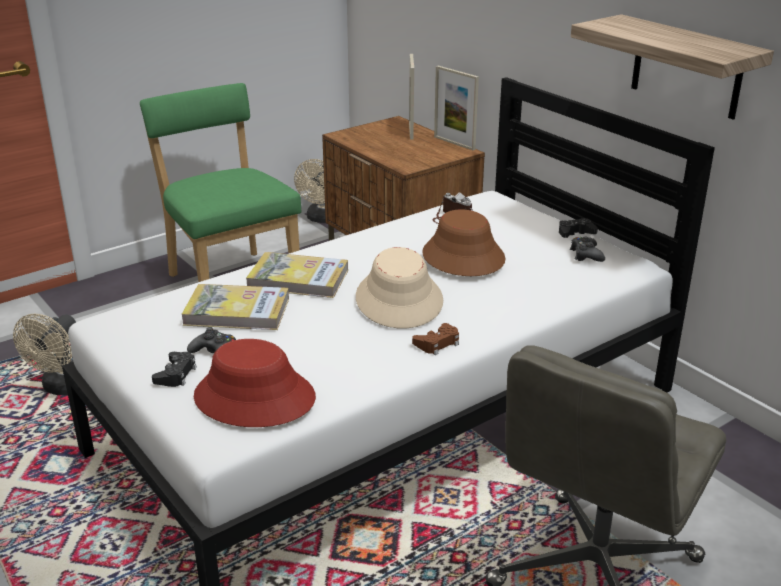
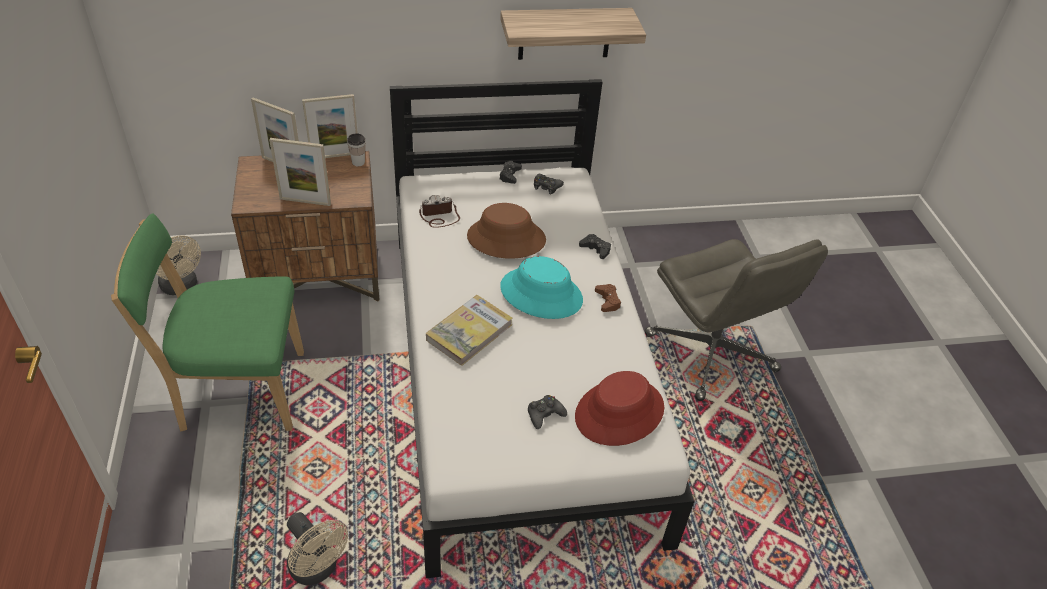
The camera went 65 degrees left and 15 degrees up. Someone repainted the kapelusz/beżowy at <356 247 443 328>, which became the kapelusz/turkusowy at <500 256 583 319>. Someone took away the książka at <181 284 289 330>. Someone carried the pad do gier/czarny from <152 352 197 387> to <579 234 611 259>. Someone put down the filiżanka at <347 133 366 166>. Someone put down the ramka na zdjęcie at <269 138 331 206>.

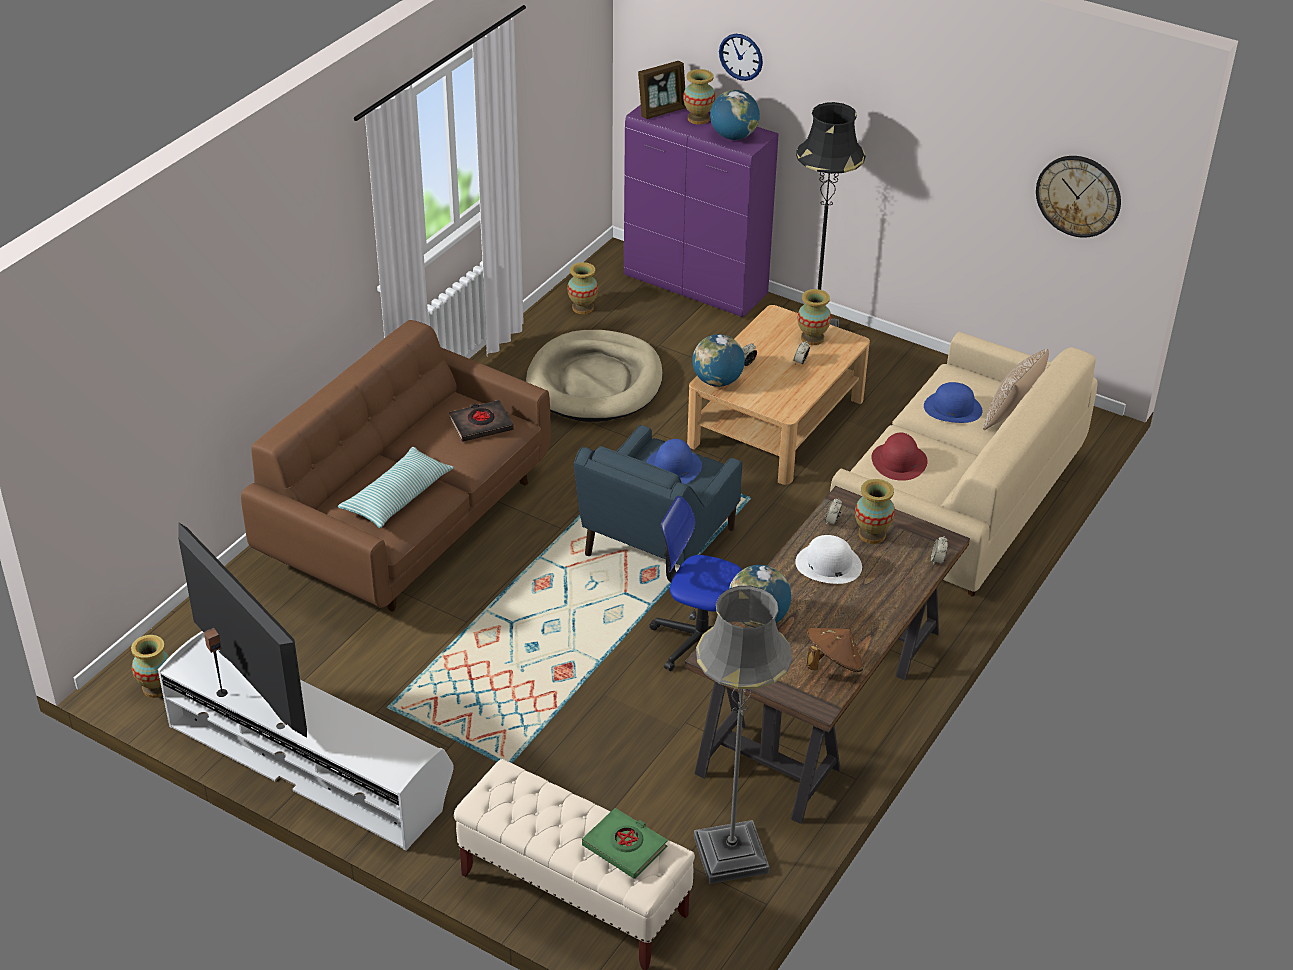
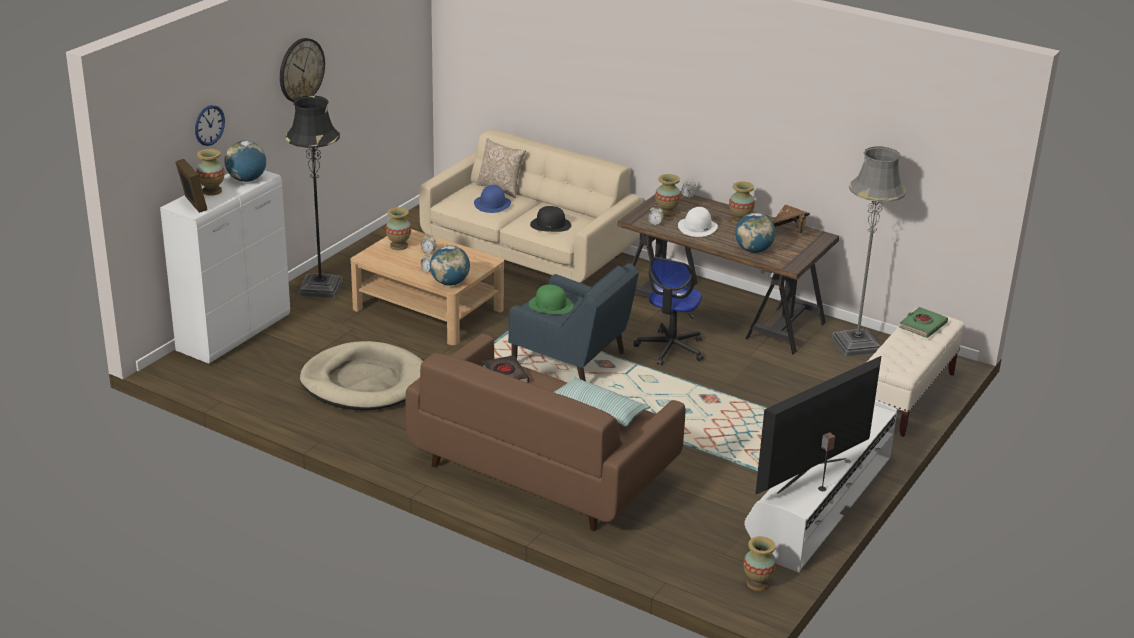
The camera went 90 degrees left and 10 degrees down. Someone repainted the szafka/fioletowy at <624 105 779 317>, which became the szafka/biały at <160 170 290 364>. Someone carried the zegar ścienny from <1036 156 1121 238> to <280 38 325 102>. Someone carried the wazon from <567 262 598 314> to <729 182 755 224>. Someone repainted the kapelusz/czerwony at <872 433 928 481>, which became the kapelusz/czarny at <530 206 571 232>. Someone repainted the kapelusz/niebieski at <646 439 702 484>, which became the kapelusz/zielony at <529 285 573 314>.

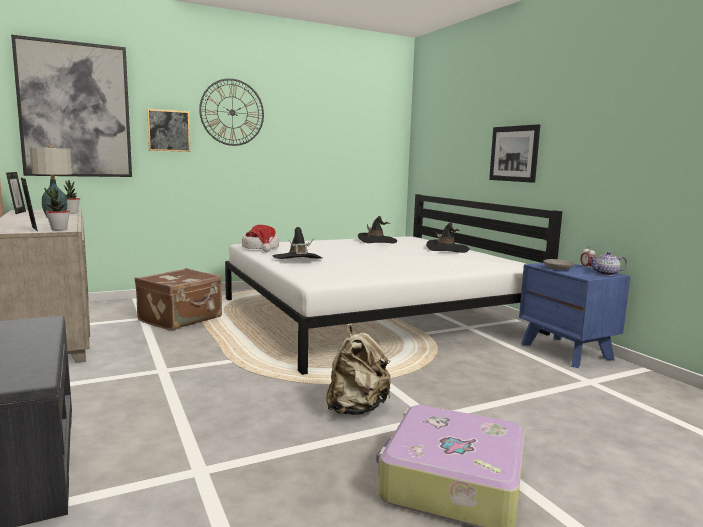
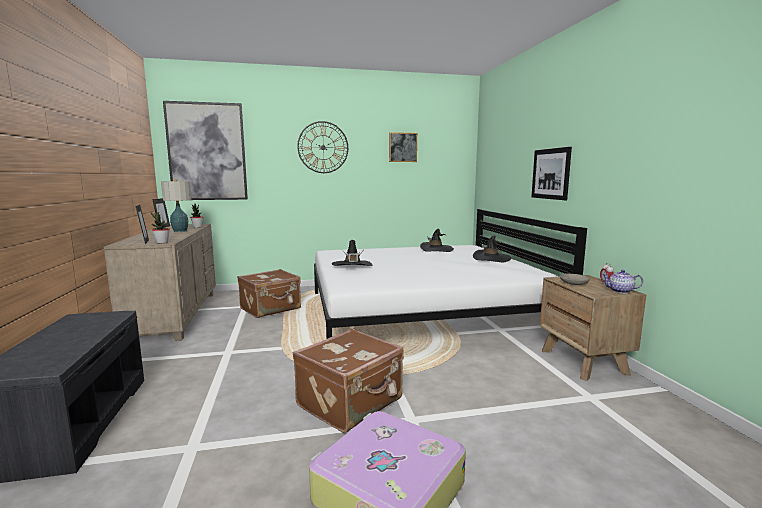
The camera went 15 degrees right and 0 degrees up. Someone carried the obraz from <147 109 190 152> to <389 132 417 162>. Someone took away the kapelusz at <242 225 279 252>. Someone repainted the szafka nocna/niebieski at <519 263 631 368>, which became the szafka nocna/brązowy at <540 275 646 381>. Someone swapped the plecak/beżowy at <326 325 391 415> for the walizka/brązowy at <293 329 404 433>.

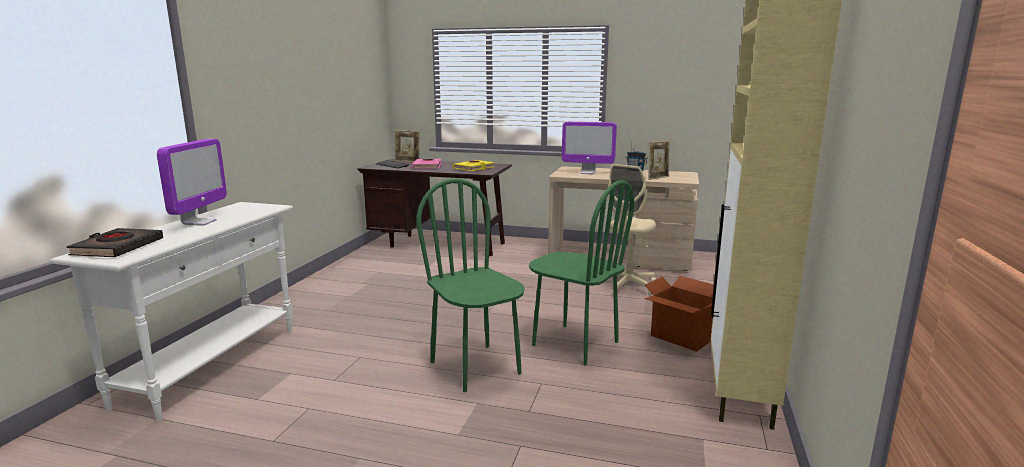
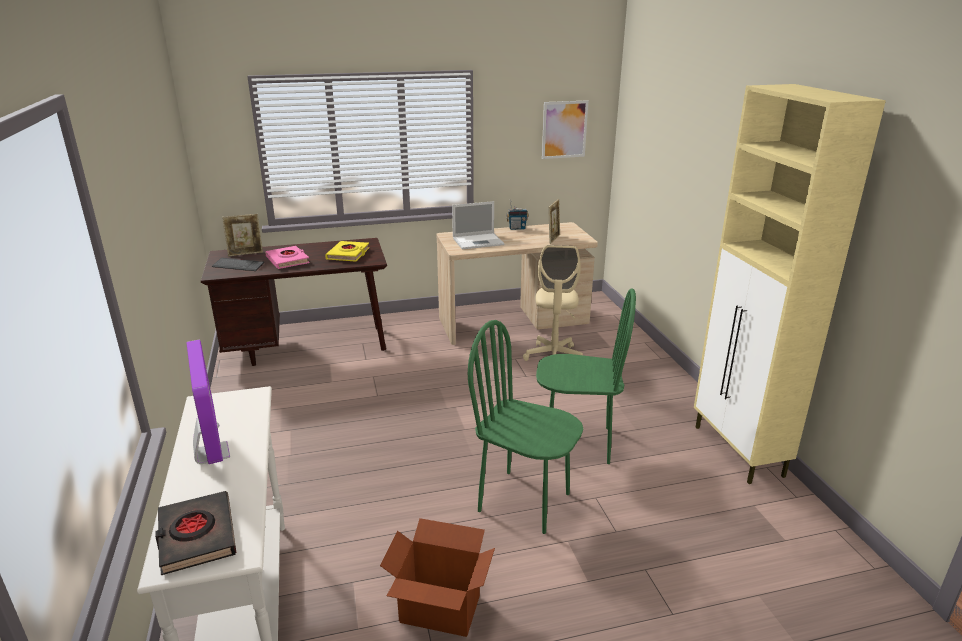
The camera went 30 degrees left and 10 degrees up. Someone swapped the monitor at <562 122 617 174> for the laptop at <452 201 505 250>. Someone carried the karton from <644 276 714 352> to <380 518 495 637>. Someone put up the obraz at <542 100 588 159>.

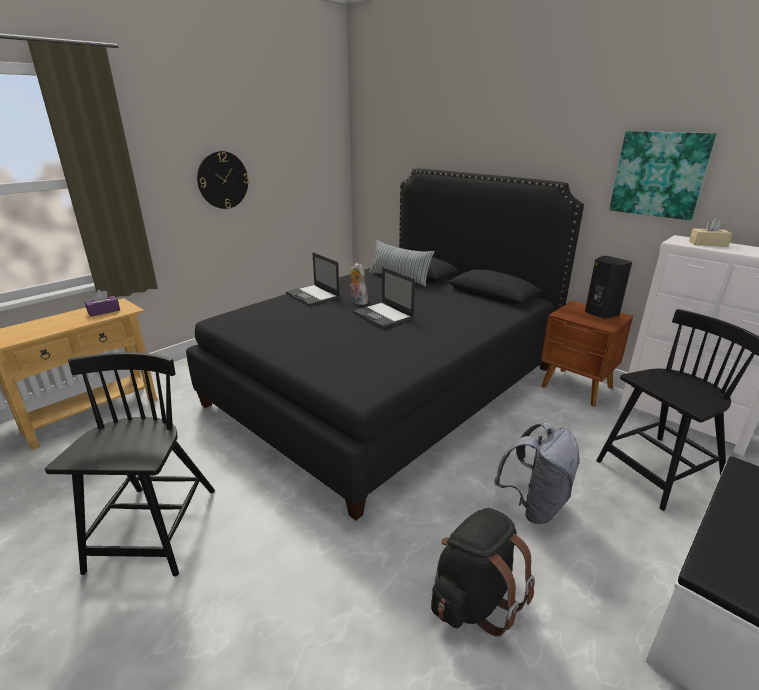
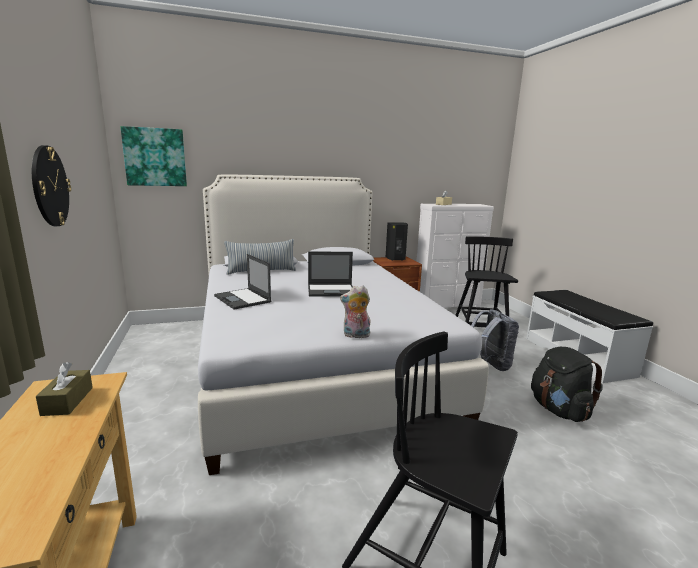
The camera went 60 degrees left and 10 degrees down. Someone carried the obraz from <609 131 716 220> to <120 126 187 186>. Someone repainted the łóżko/czarny at <186 169 584 521>, which became the łóżko/biały at <198 175 489 475>. Someone rotated the laptop at <286 252 340 306> by 60 degrees clockwise. Someone carried the pluszak from <350 263 368 305> to <340 286 371 338>. Someone repainted the pudełko chusteczek/fioletowy at <85 290 120 317>, which became the pudełko chusteczek/brązowy at <36 362 93 416>.

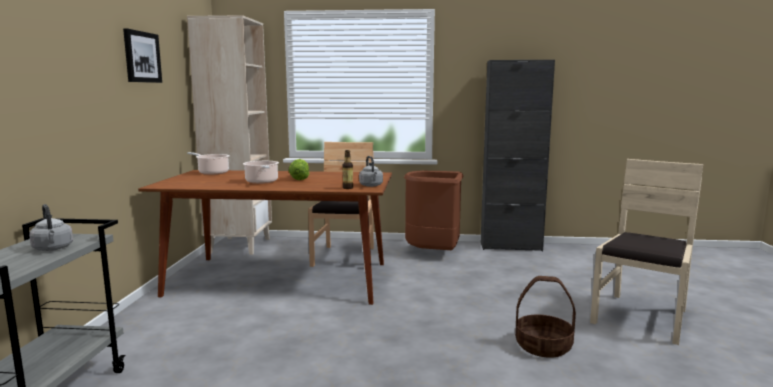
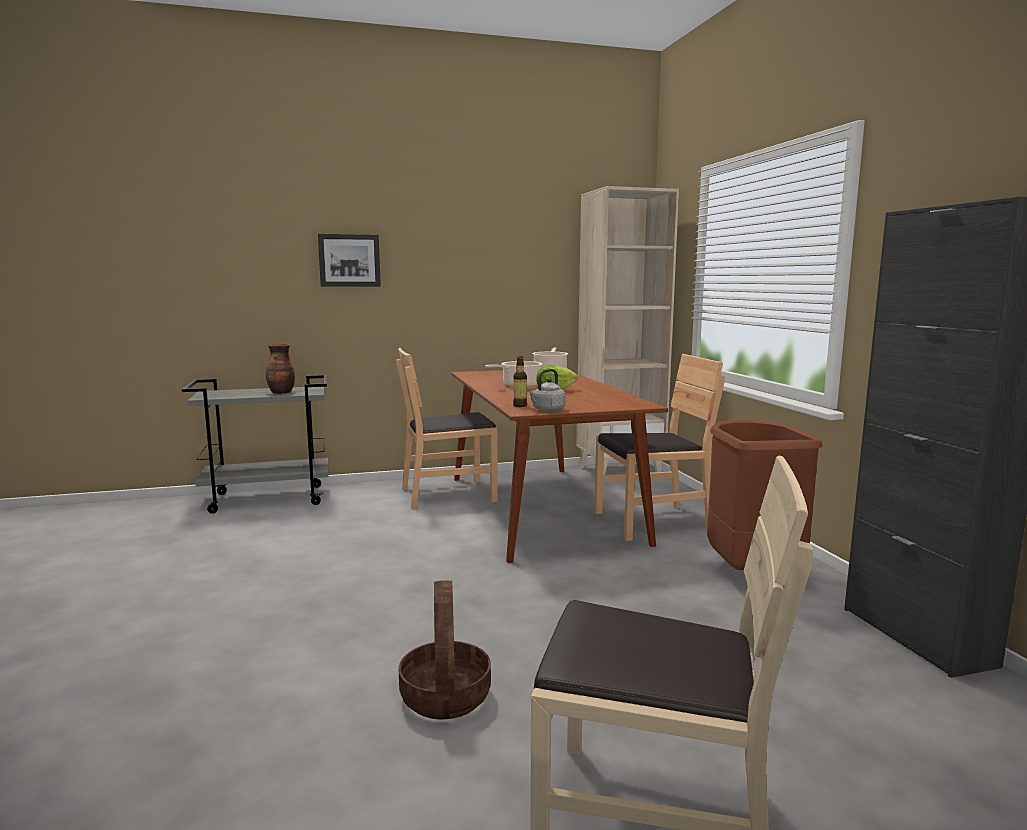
The camera went 70 degrees right and 0 degrees up. Someone carried the obraz from <123 28 162 83> to <318 234 381 287>. Someone swapped the czajnik/szary at <29 204 73 251> for the wazon at <266 344 295 394>. Someone put down the krzesło/brązowy at <396 348 498 509>.

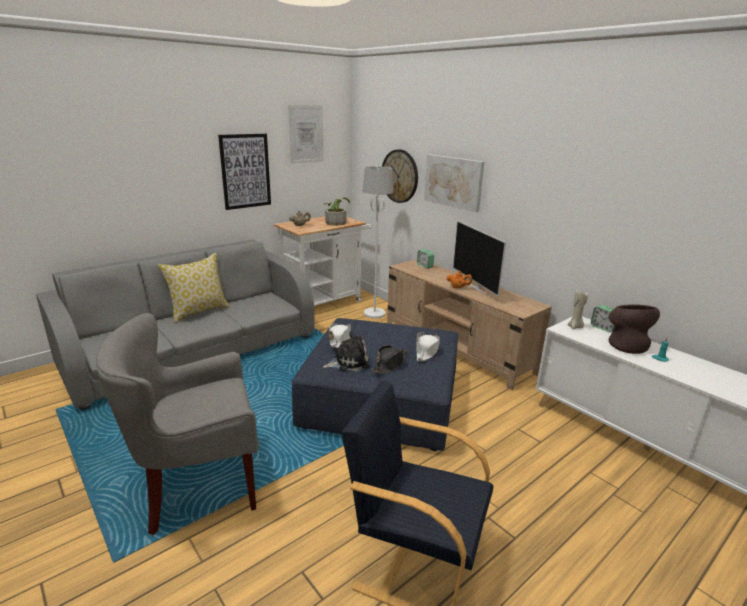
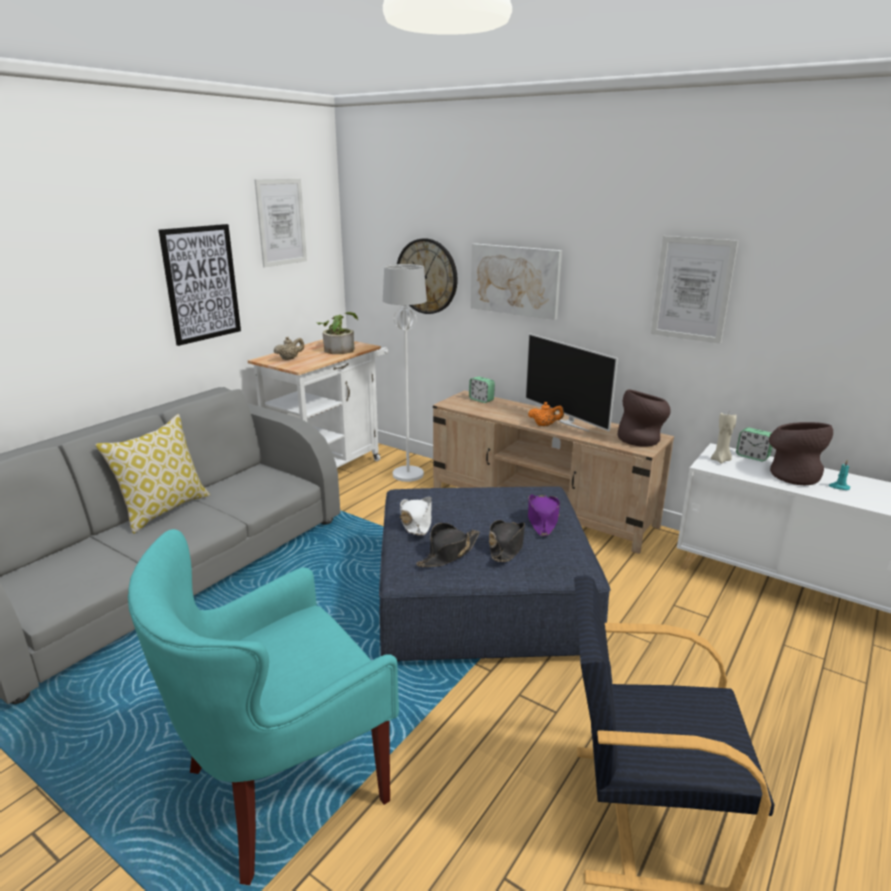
The camera went 15 degrees left and 0 degrees up. Someone repainted the fotel/szary at <96 313 259 535>, which became the fotel/turkusowy at <128 529 399 885>. Someone swapped the pluszak at <323 331 370 371> for the kapelusz/czarny at <416 523 480 567>. Someone repainted the kapelusz/biały at <416 332 440 361>, which became the kapelusz/fioletowy at <528 494 560 536>. Someone put up the obraz at <651 236 738 344>. Someone put down the wazon/brązowy at <617 389 671 446>.

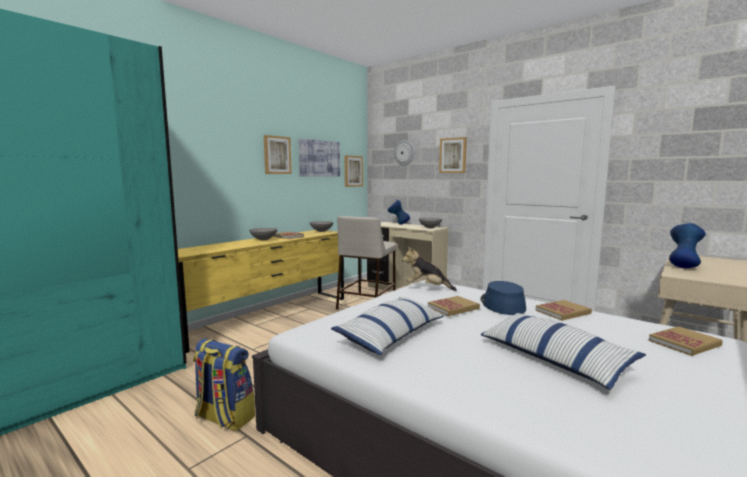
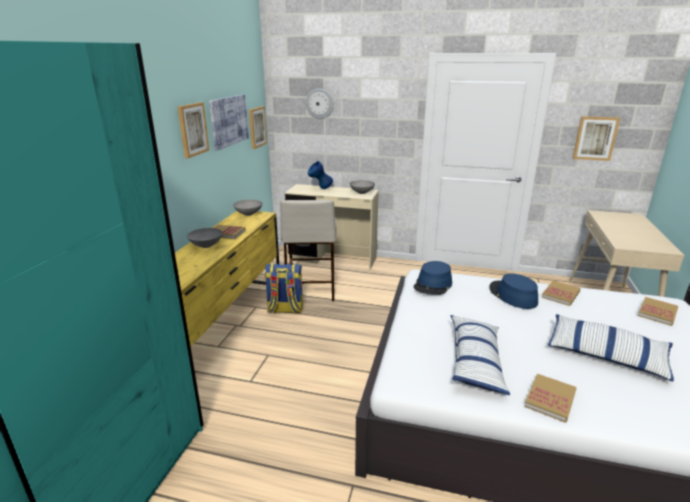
The camera went 25 degrees left and 15 degrees up. Someone carried the obraz from <439 137 467 173> to <573 116 620 161>. Someone took away the wazon/niebieski at <669 223 706 268>. Someone swapped the pluszak at <402 247 457 291> for the kapelusz/niebieski at <413 261 452 295>. Someone carried the książka from <428 296 480 316> to <524 374 576 423>. Someone carried the plecak from <193 339 255 431> to <265 264 303 313>.

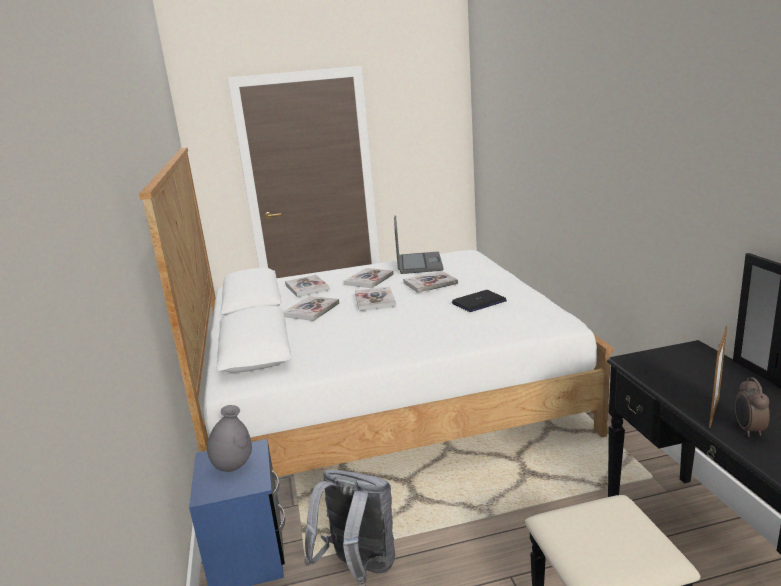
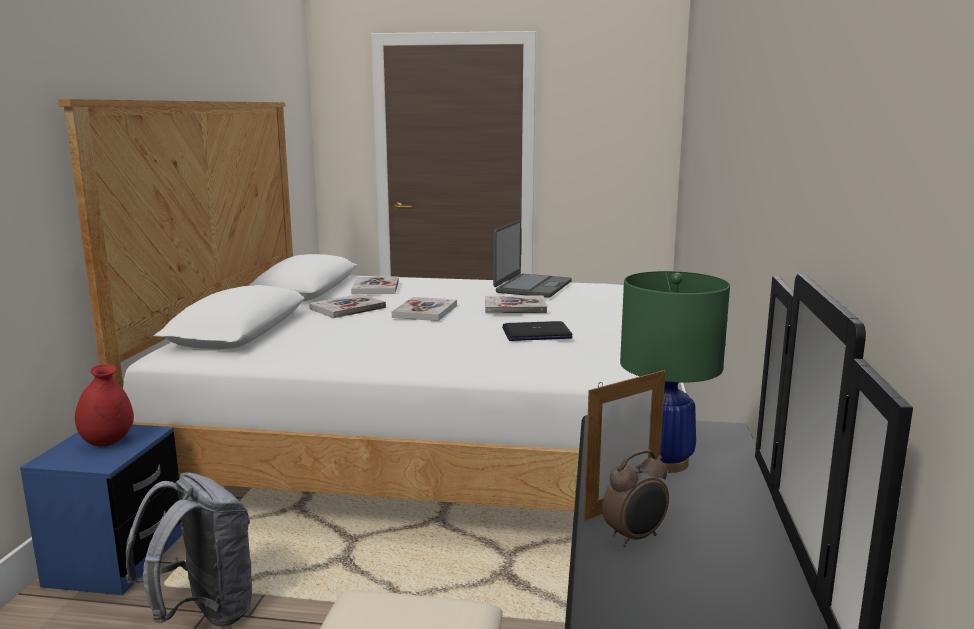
The camera went 20 degrees right and 5 degrees down. Someone took away the książka at <344 268 394 288>. Someone rotated the budzik at <735 377 770 437> by 150 degrees counterclockwise. Someone repainted the wazon/szary at <207 405 252 472>, which became the wazon/czerwony at <75 364 134 447>. Someone put down the lampa stołowa/zielony at <620 271 730 473>.

